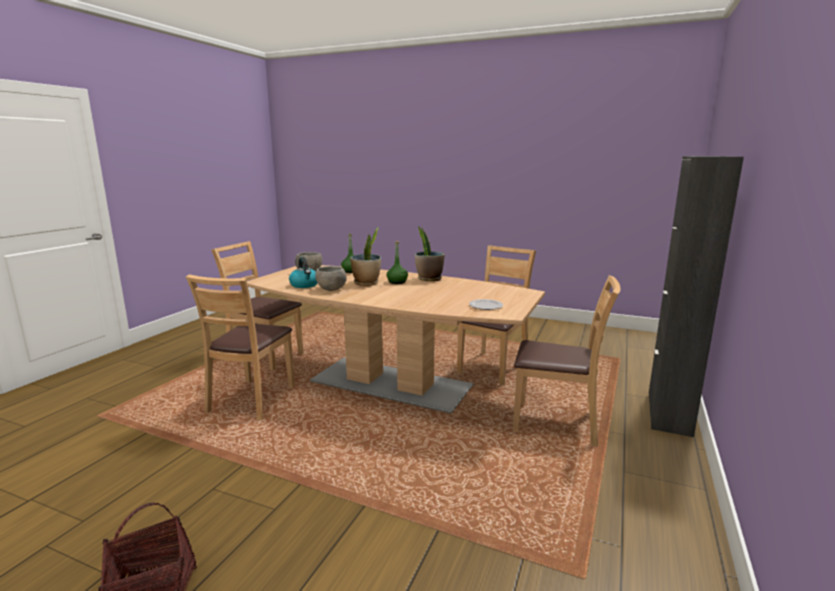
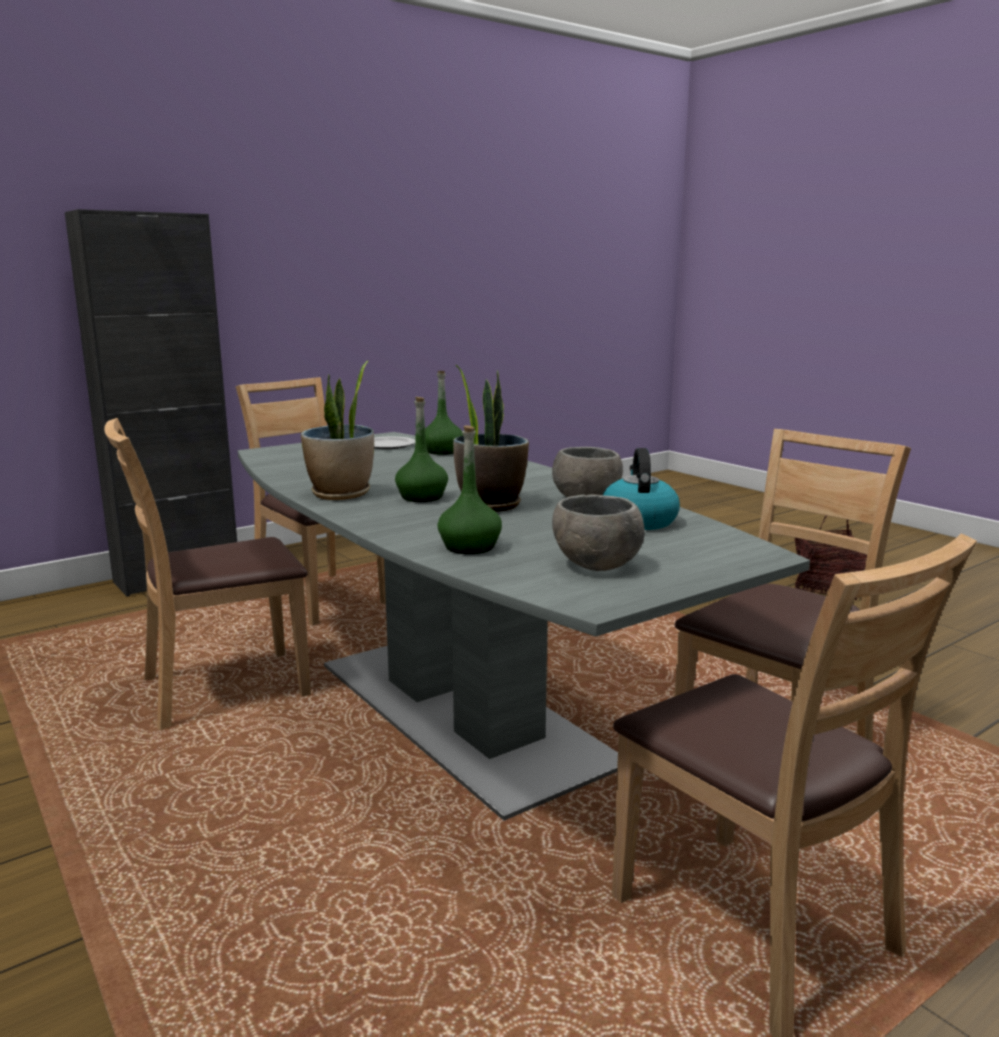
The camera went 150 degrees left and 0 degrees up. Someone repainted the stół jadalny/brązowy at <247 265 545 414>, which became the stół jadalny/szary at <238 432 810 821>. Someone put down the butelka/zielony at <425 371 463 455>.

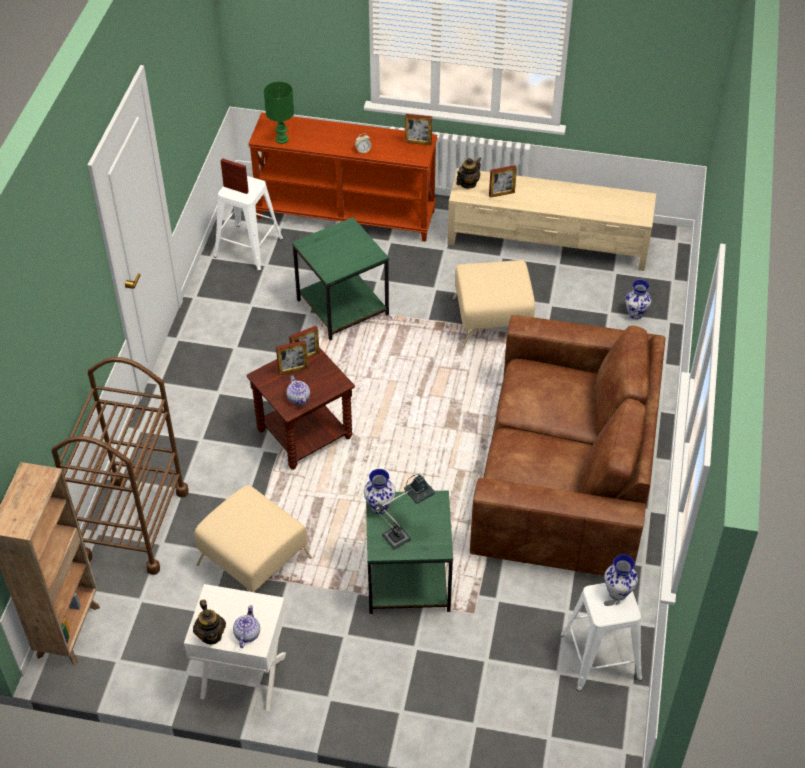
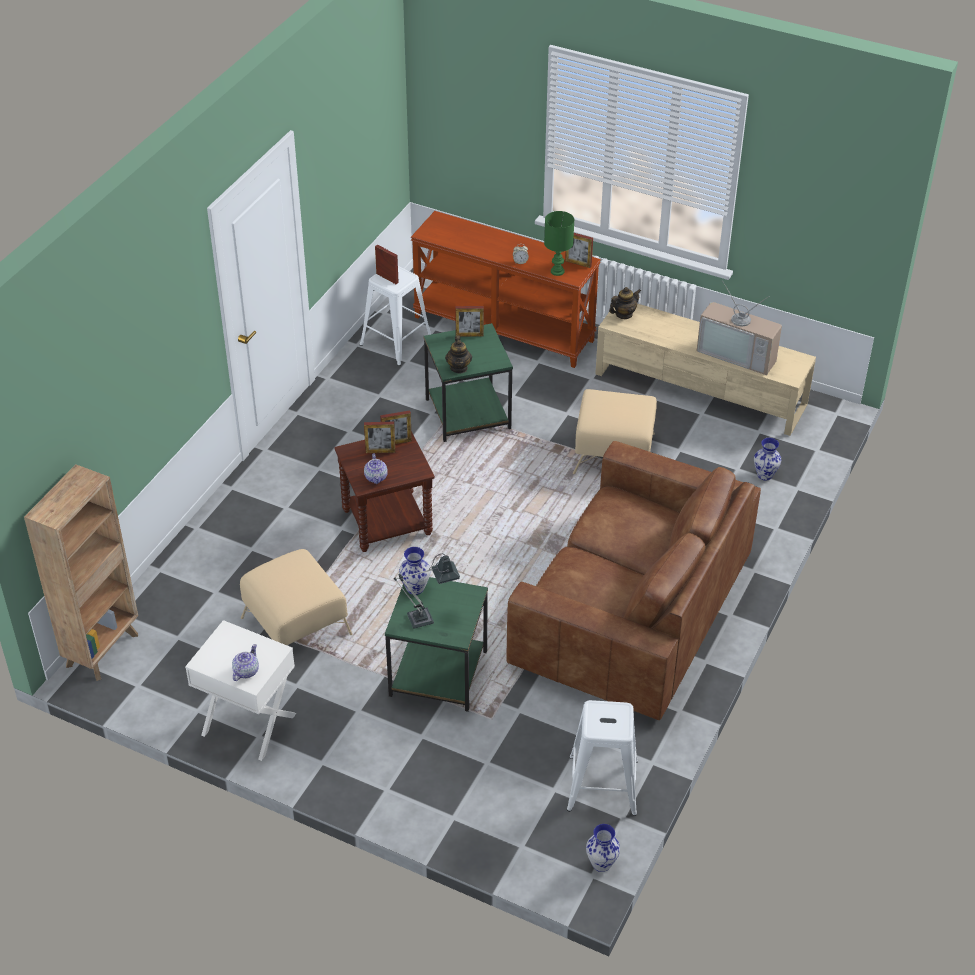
The camera went 15 degrees right and 5 degrees down. Someone carried the lampa stołowa/zielony from <264 81 294 144> to <544 211 574 276>. Someone carried the ramka na zdjęcie from <489 165 517 198> to <455 306 484 337>. Someone took away the wózek/brązowy at <52 357 189 575>. Someone carried the wazon from <604 554 638 600> to <586 824 620 872>. Someone carried the imbryk from <193 600 226 645> to <445 335 472 373>. Someone put down the telewizor at <697 282 782 375>.

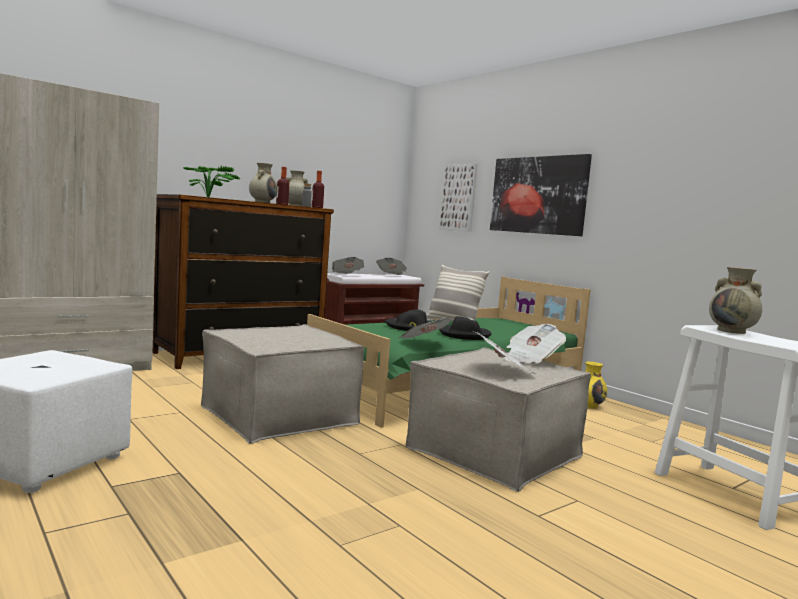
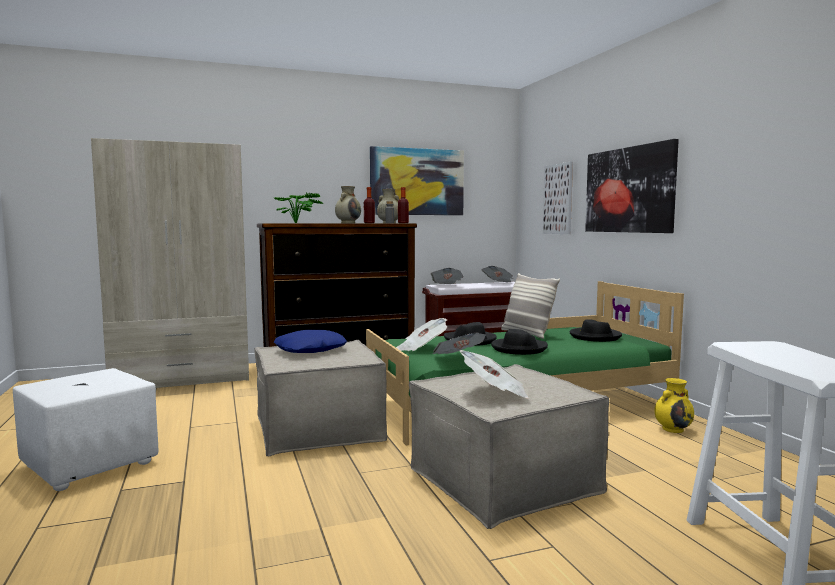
The camera went 20 degrees right and 0 degrees up. Someone took away the wazon/beżowy at <709 267 762 334>. Someone carried the gazeta from <505 324 566 363> to <396 318 448 351>. Someone put up the obraz at <370 146 464 215>. Someone put down the kapelusz/czarny at <570 319 622 342>. Someone put down the poduszka/niebieski at <274 330 347 353>.

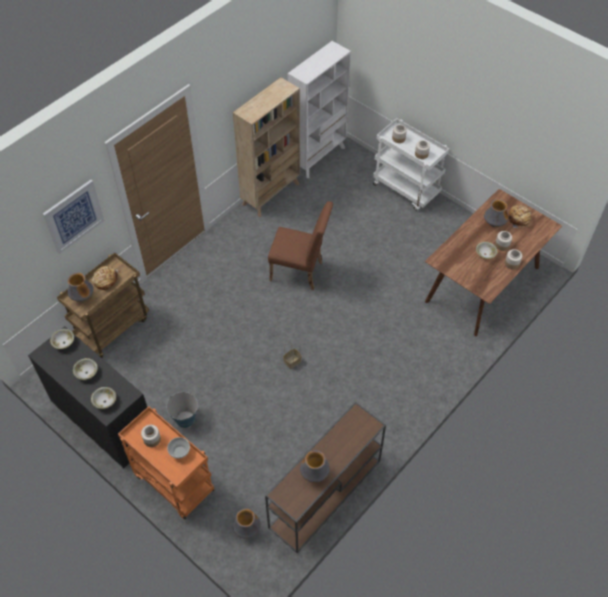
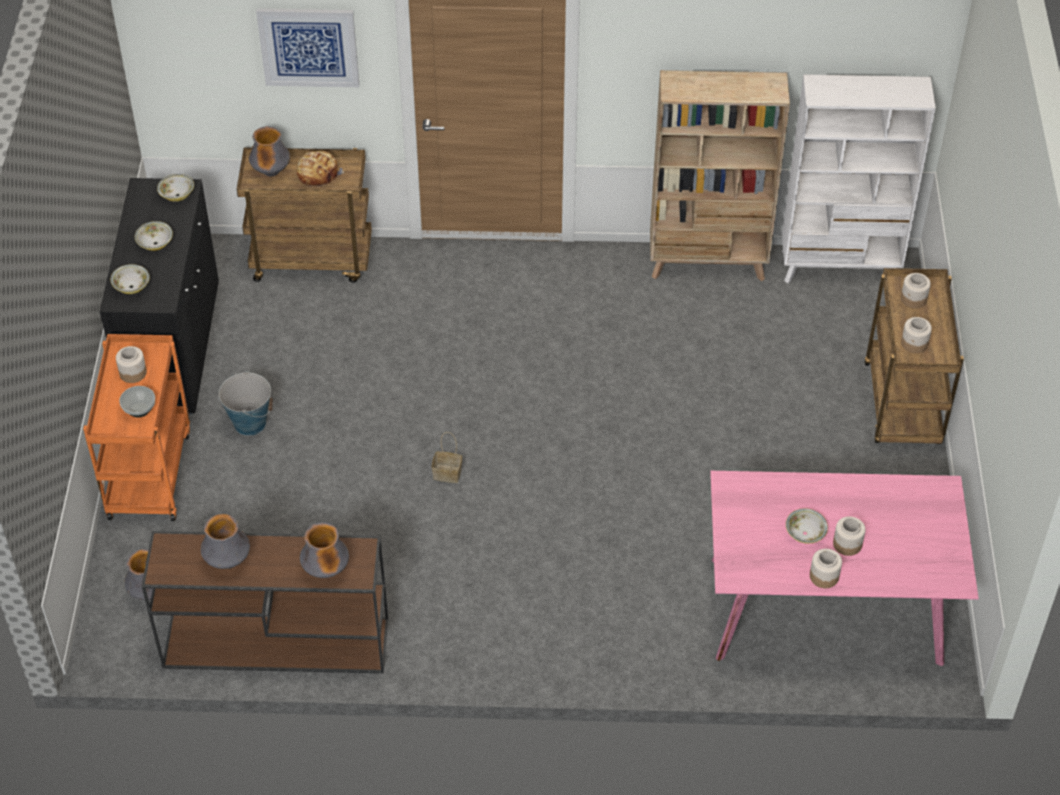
The camera went 50 degrees right and 5 degrees down. Someone repainted the wózek/biały at <373 118 449 211>, which became the wózek/brązowy at <864 268 964 444>. Someone repainted the stół jadalny/brązowy at <425 189 562 336>, which became the stół jadalny/różowy at <710 471 979 666>. Someone carried the wazon from <484 199 508 227> to <300 522 349 578>. Someone took away the krzesło/brązowy at <268 201 333 290>. Someone took away the chleb at <508 205 532 228>.

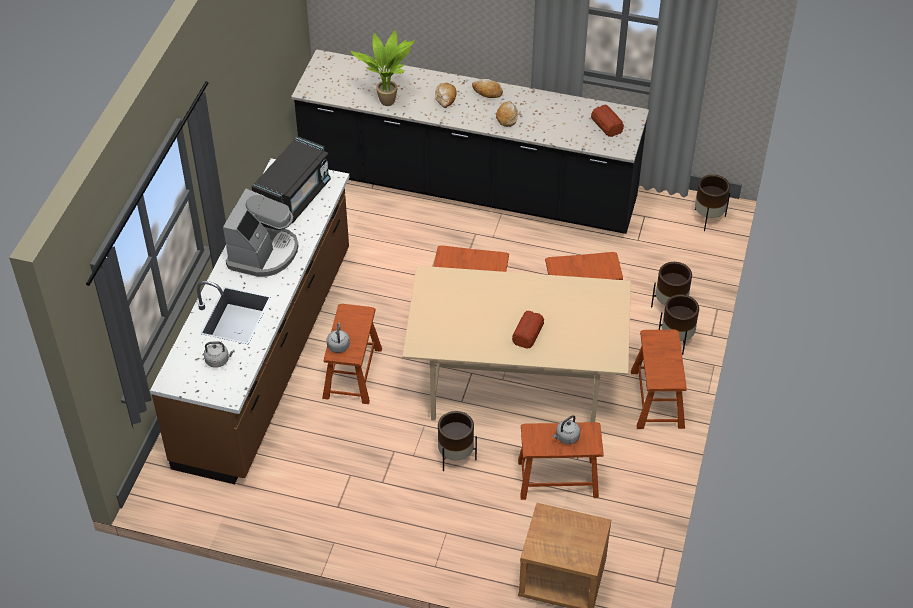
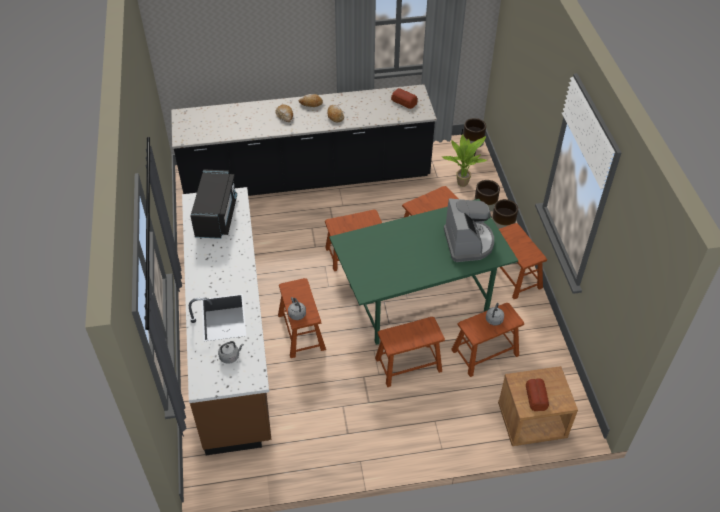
The camera went 25 degrees left and 0 degrees up. Someone carried the roślina doniczkowa from <351 30 415 106> to <442 134 487 187>. Someone carried the ekspres do kawy from <223 189 298 277> to <444 198 494 262>. Someone repainted the stół jadalny/beżowy at <402 266 631 422>, which became the stół jadalny/zielony at <329 199 518 345>. Someone carried the chleb from <512 311 544 349> to <526 378 549 411>. Someone swapped the donica/brązowy at <438 411 477 471> for the stołek/brązowy at <375 317 445 387>.

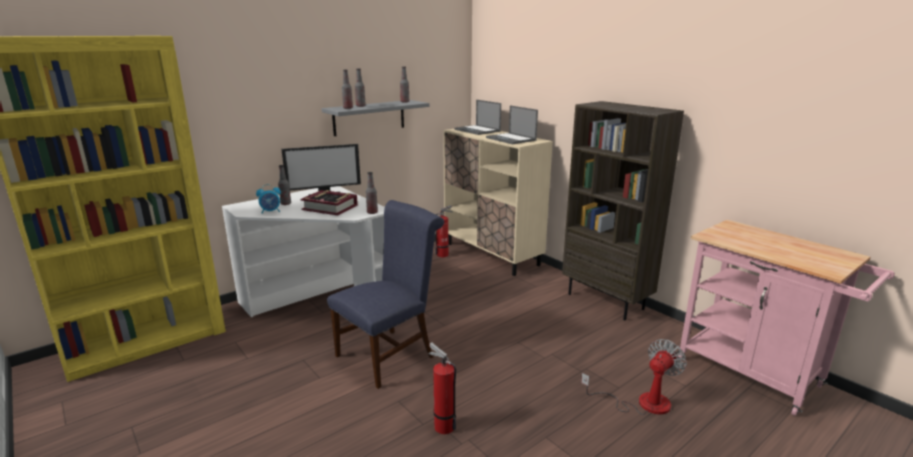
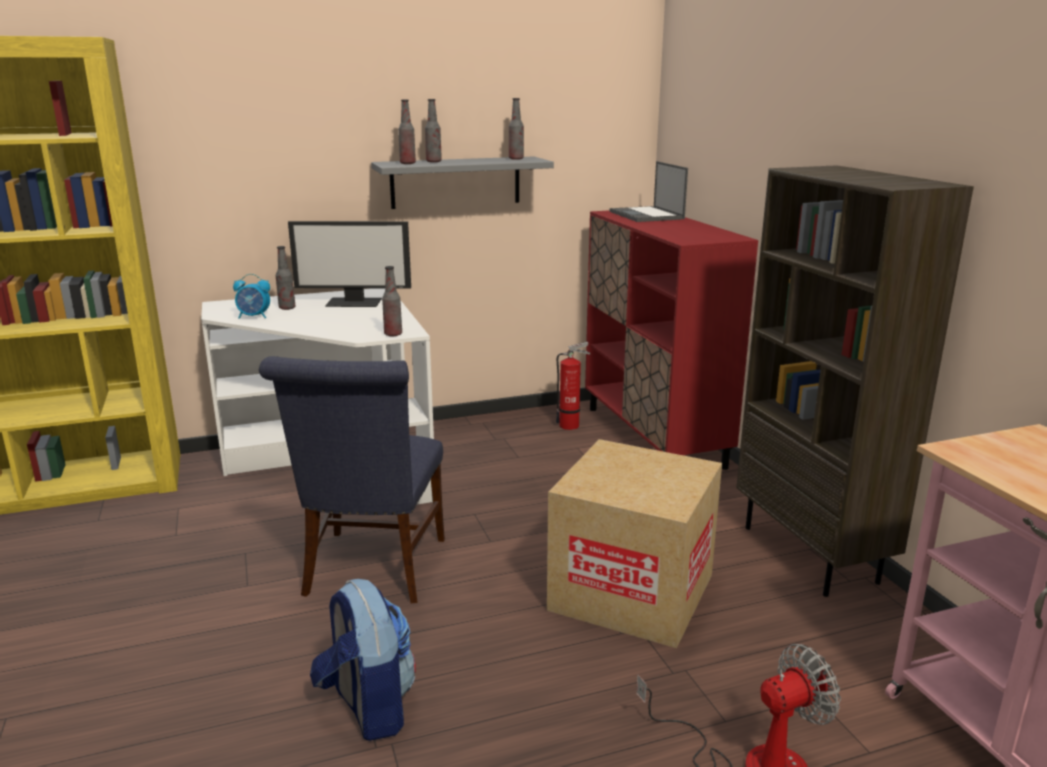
The camera went 20 degrees right and 0 degrees up. Someone took away the laptop at <486 105 538 144>. Someone repainted the szafka/beżowy at <443 129 553 276>, which became the szafka/czerwony at <585 210 758 470>. Someone took away the książka at <300 190 358 215>. Someone rotated the krzesło/niebieski at <327 200 444 389> by 120 degrees clockwise. Someone swapped the gaśnica at <428 342 456 434> for the plecak at <310 579 416 741>. Someone put down the karton at <547 439 722 648>.

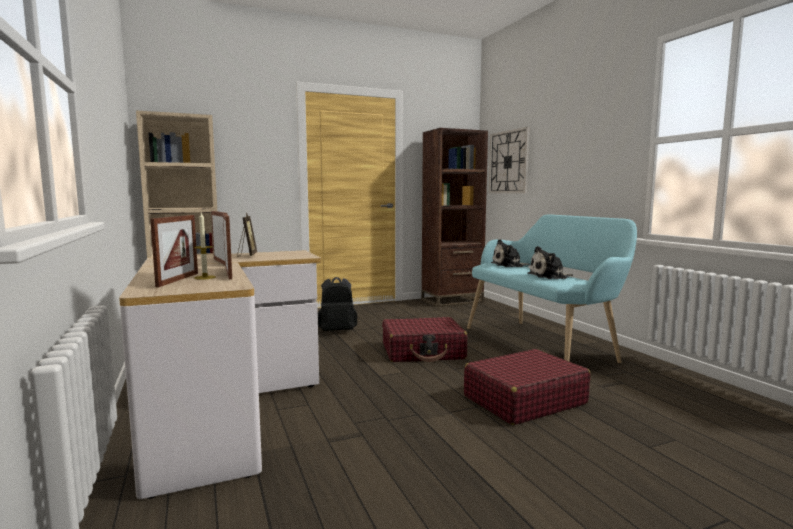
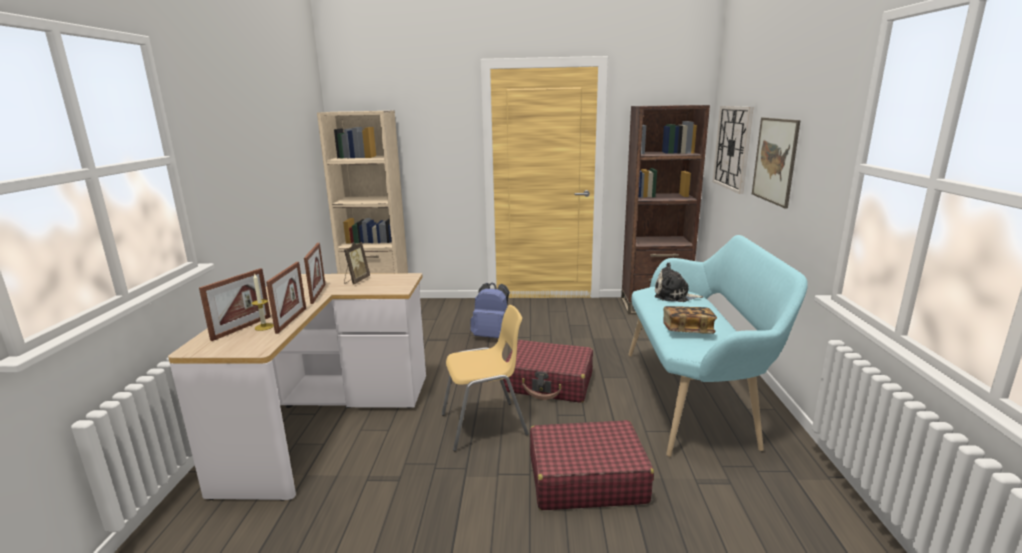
The camera went 25 degrees right and 10 degrees up. Someone swapped the pluszak at <528 246 573 279> for the książka at <663 306 717 334>. Someone repainted the plecak/czarny at <318 277 357 331>, which became the plecak/niebieski at <470 282 509 338>. Someone put up the obraz at <752 117 801 208>. Someone put down the krzesło/żółty at <442 305 529 451>.

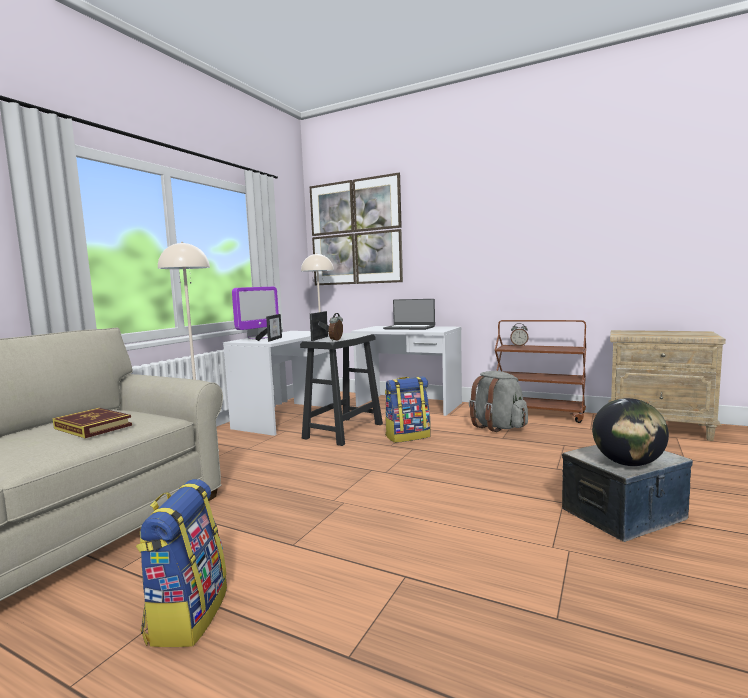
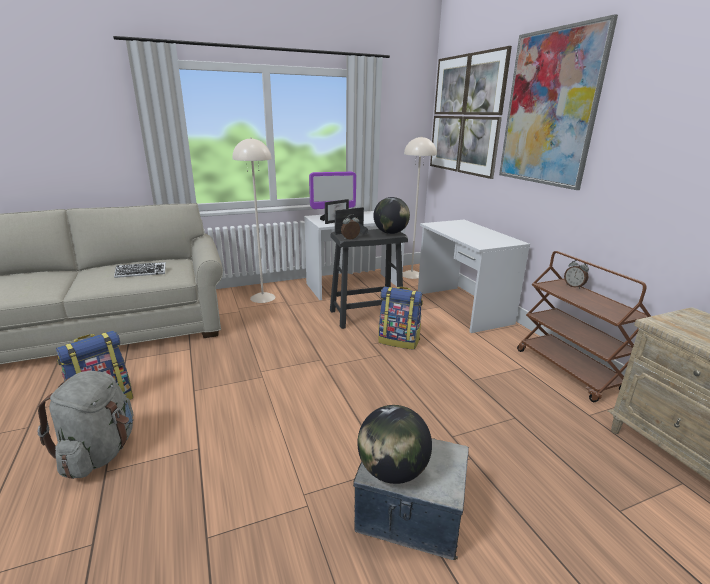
The camera went 40 degrees right and 15 degrees up. Someone took away the laptop at <383 299 435 330>. Someone carried the plecak/szary from <469 371 528 432> to <38 371 133 479>. Someone swapped the książka at <53 408 132 438> for the klawiatura at <114 262 166 278>. Someone put up the obraz at <499 14 618 190>. Someone put down the globus at <373 197 410 234>.

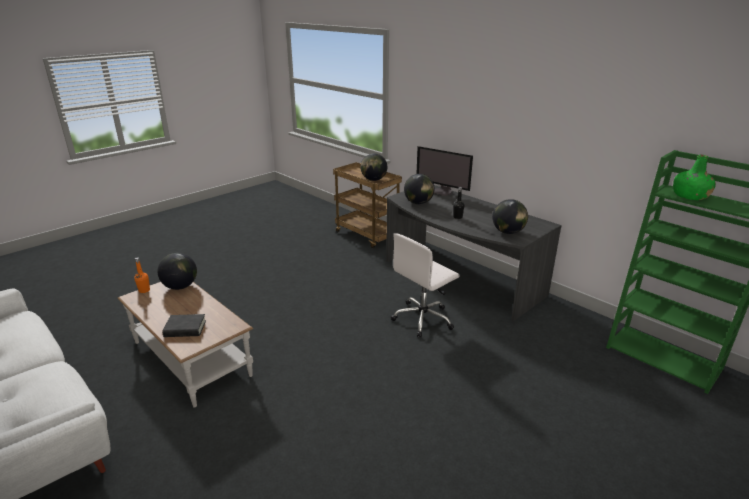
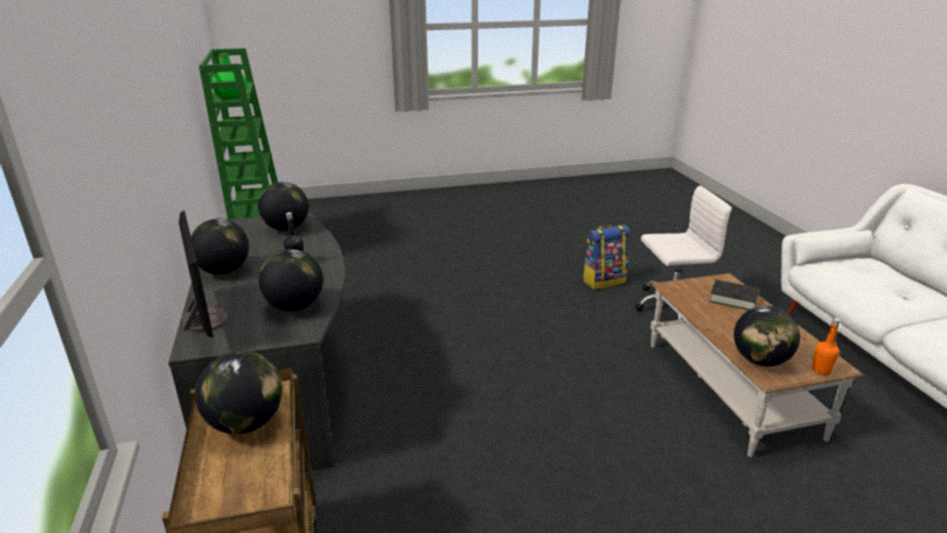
The camera went 150 degrees left and 0 degrees up. Someone carried the krzesło biurowe/biały from <391 233 460 337> to <635 186 732 320>. Someone put down the globus at <191 219 249 275>. Someone put down the plecak at <583 225 630 289>.

